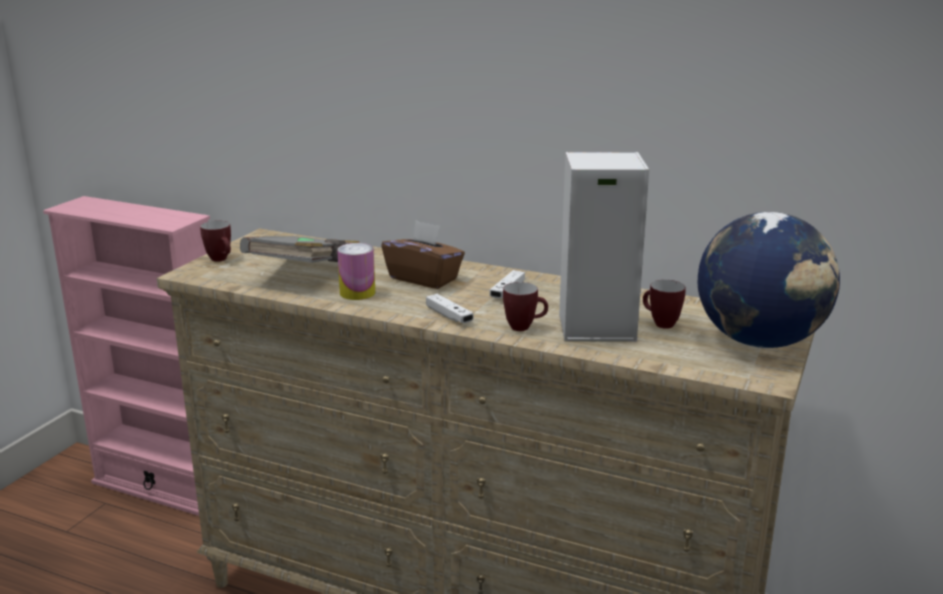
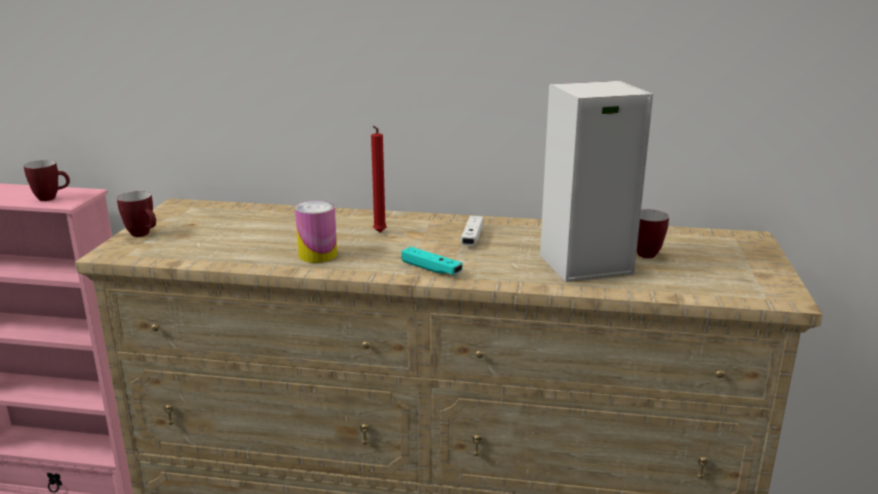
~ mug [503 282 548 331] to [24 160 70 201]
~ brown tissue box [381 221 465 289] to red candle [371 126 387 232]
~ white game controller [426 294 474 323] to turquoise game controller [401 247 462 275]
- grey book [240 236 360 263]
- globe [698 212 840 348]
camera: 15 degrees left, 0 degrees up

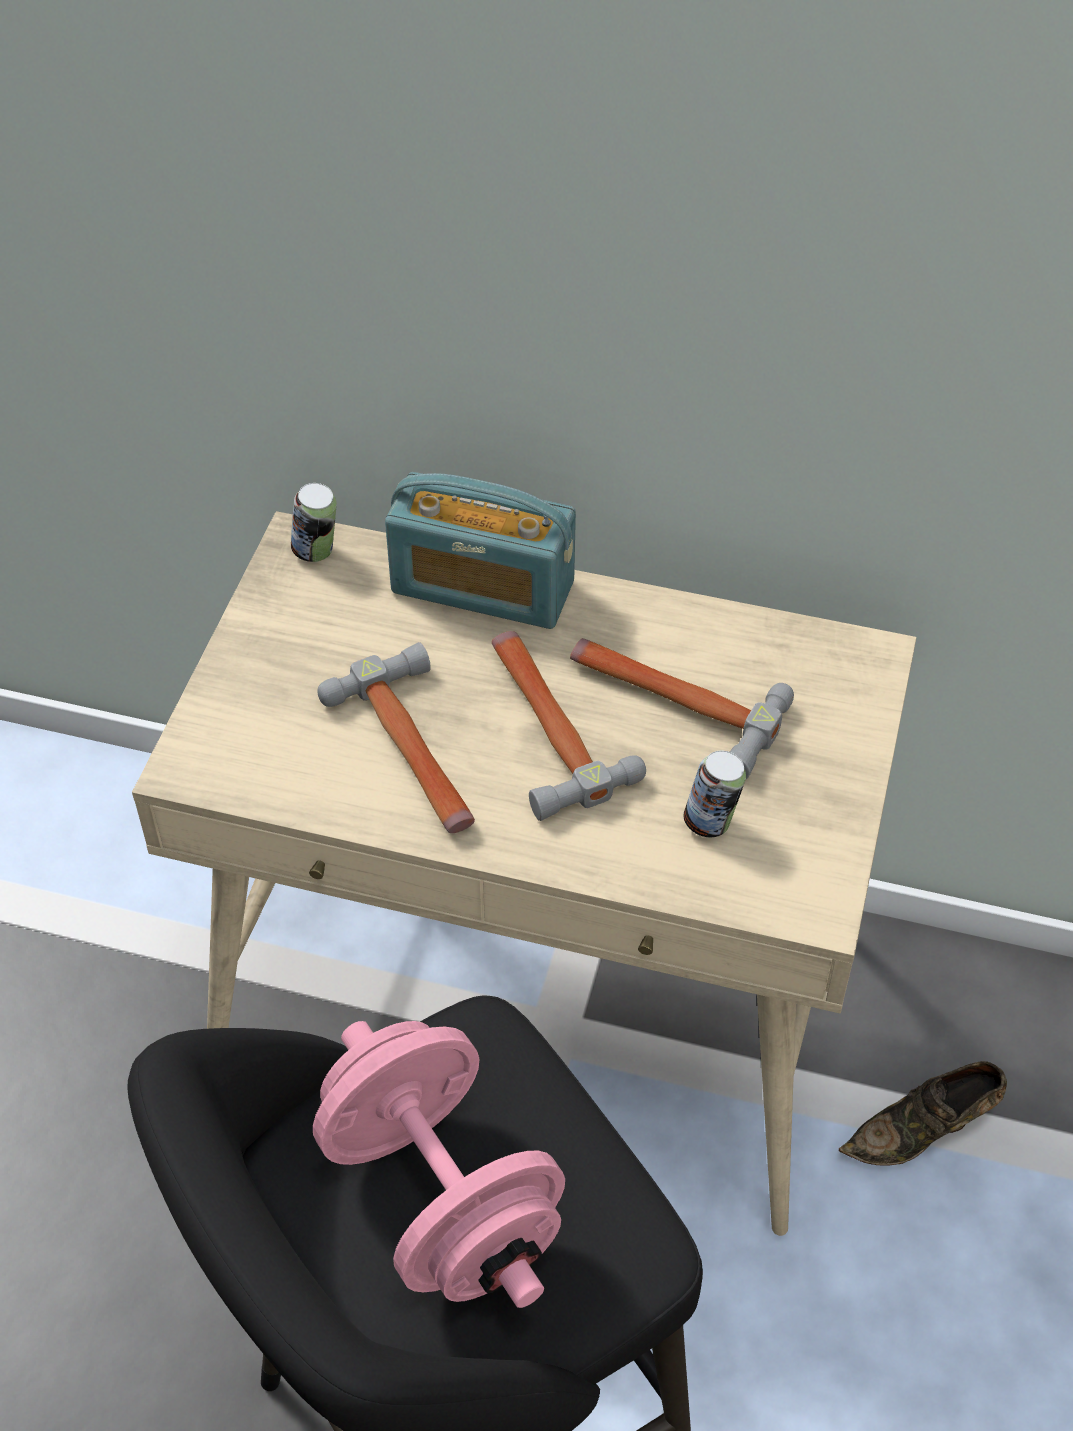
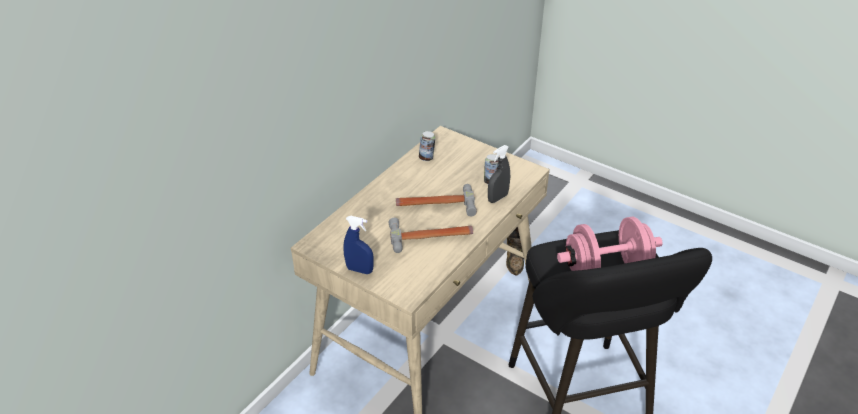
+ blue spray bottle [344 216 374 274]
~ can [291 483 337 562] to [419 131 435 161]
+ grey spray bottle [488 145 510 203]
- radio [385 472 576 629]
- hammer [570 638 794 779]
camera: 70 degrees left, 10 degrees down

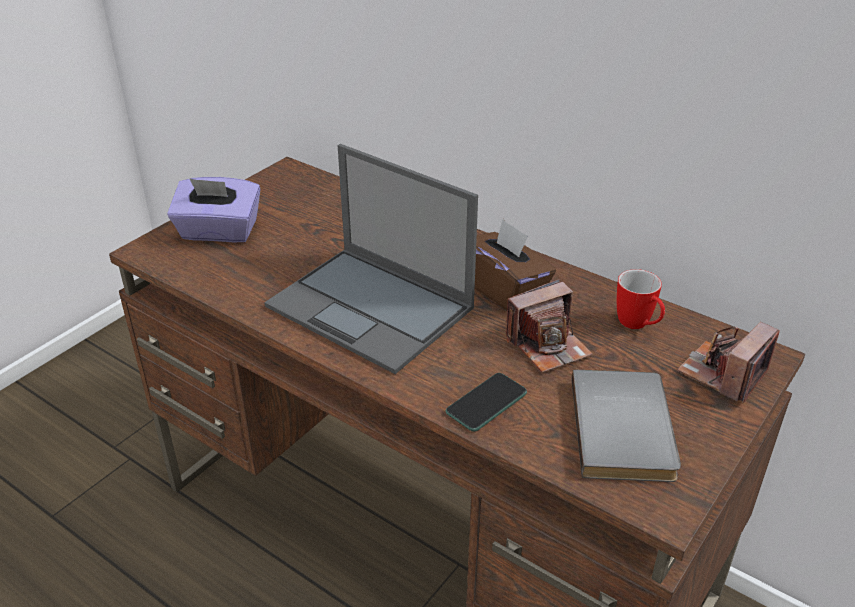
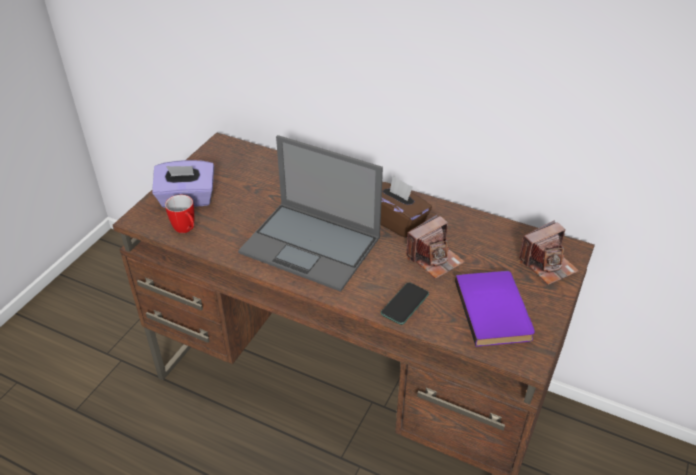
~ mug [617 269 665 329] to [165 195 194 233]
~ grey book [572 370 681 482] to purple book [455 271 535 347]
~ photo camera [677 322 780 404] = [519 221 579 285] 150 degrees counterclockwise
camera: 10 degrees left, 5 degrees up

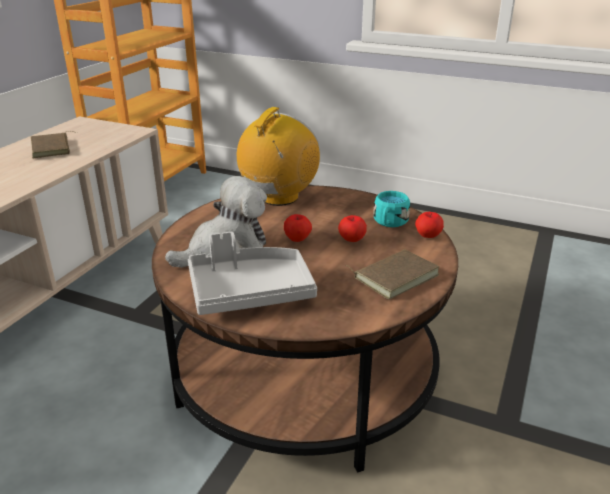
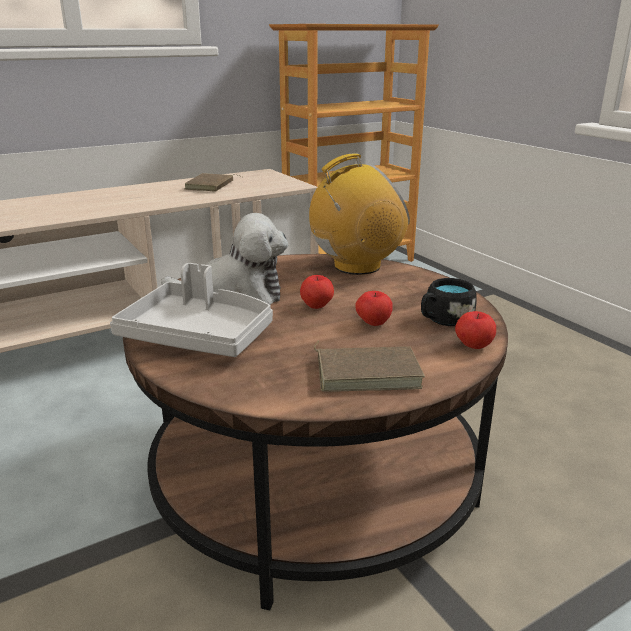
~ turquoise mug [373 191 410 227] to black mug [421 278 477 326]
camera: 35 degrees right, 5 degrees down

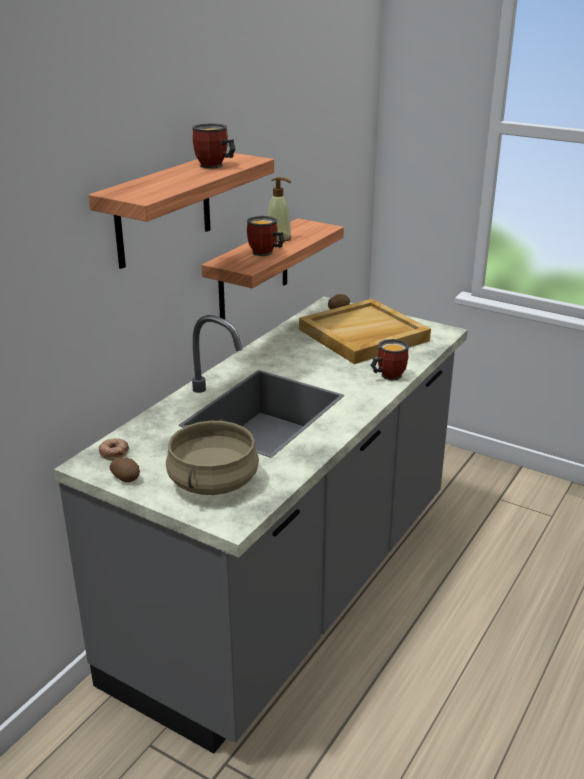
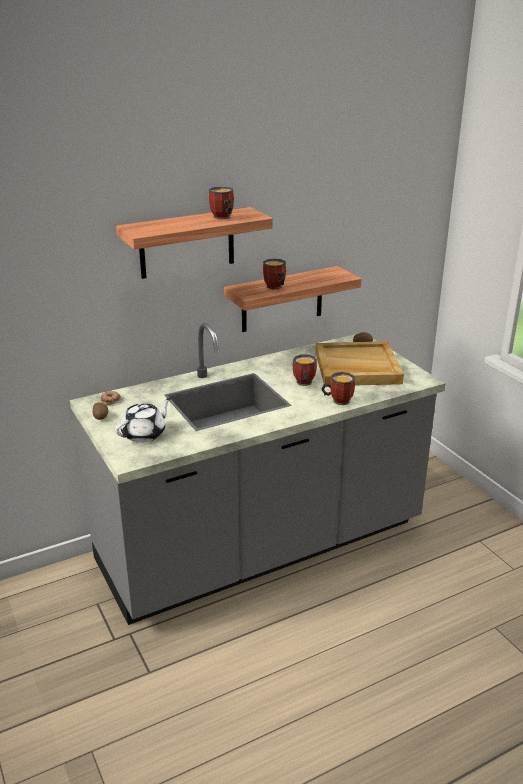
~ beige cooking pot [166 419 259 495] to white teapot [115 398 171 443]
+ mug [293 354 317 386]
- soap dispenser [267 177 292 242]
camera: 30 degrees right, 0 degrees up

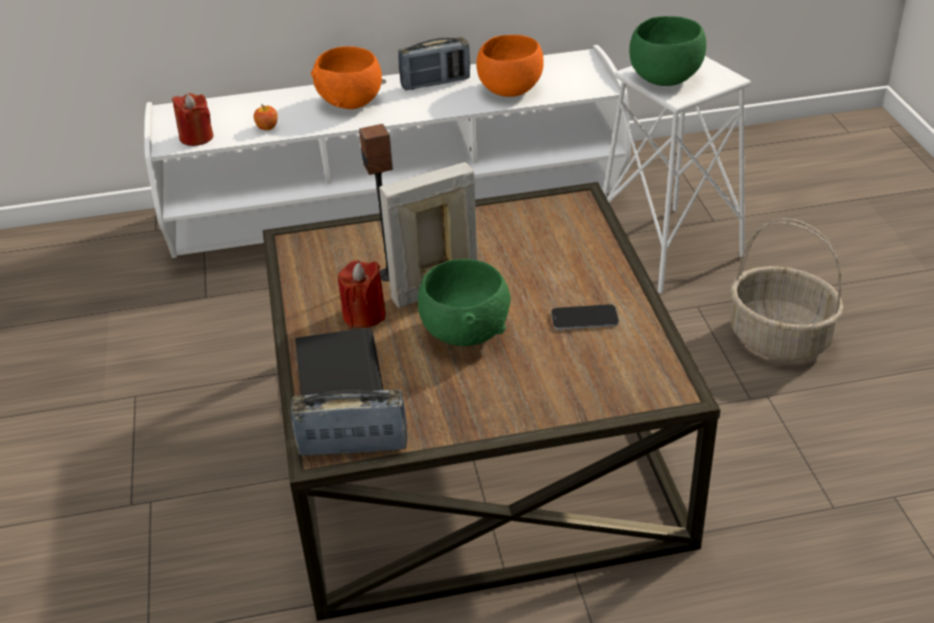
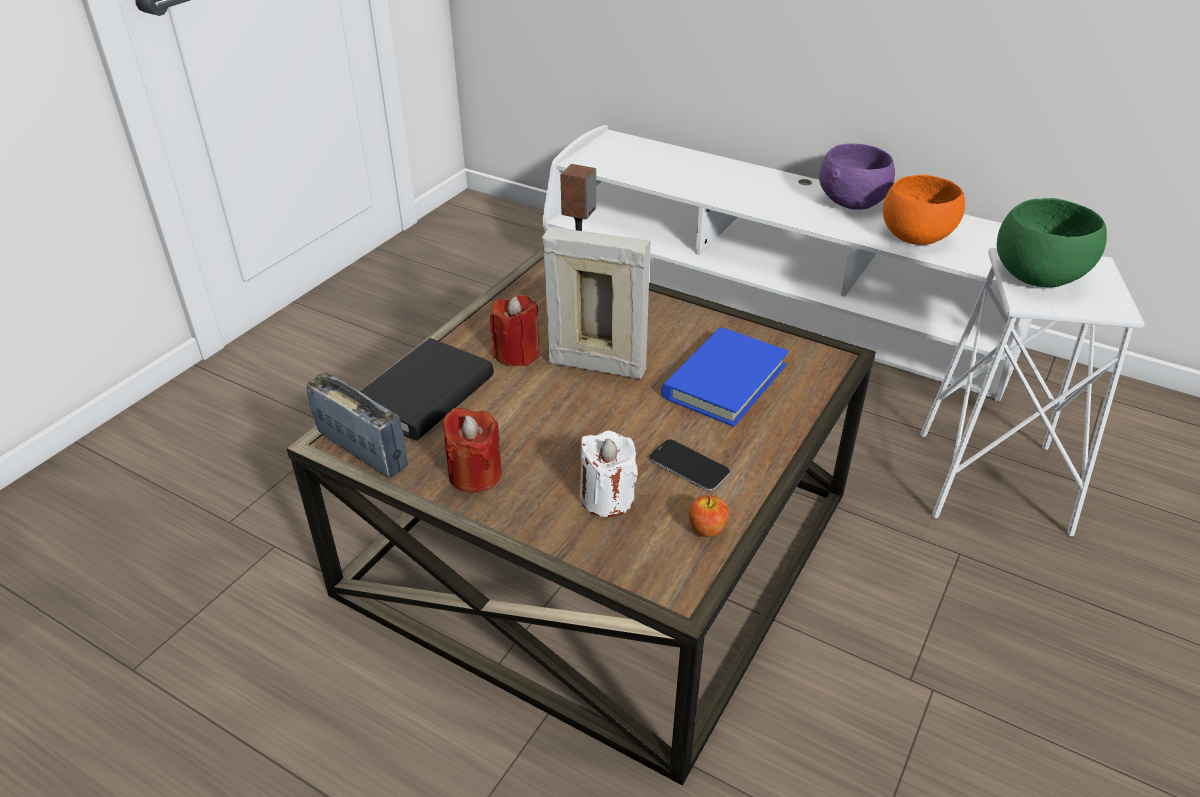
~ red candle [172 93 213 146] to [442 407 502 493]
+ white candle [580 431 638 517]
+ blue book [661 327 789 427]
~ apple [254 104 278 130] to [689 495 729 537]
~ radio [398 37 470 91] to purple bowl [819 143 895 210]
- orange bowl [311 46 382 109]
- green bowl [418 259 511 346]
- basket [730 218 844 361]
camera: 40 degrees right, 0 degrees up

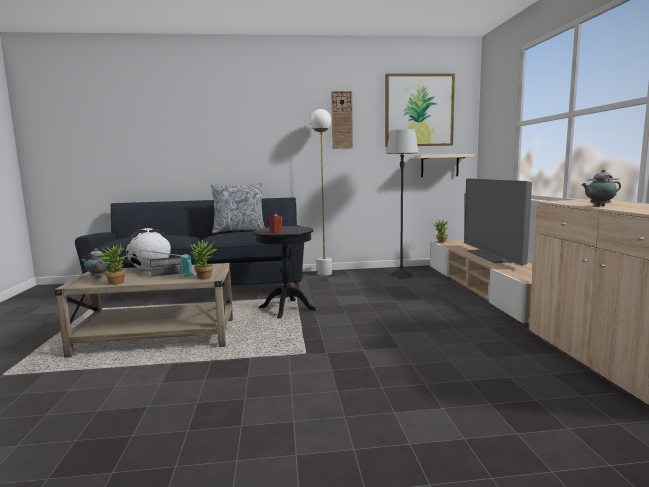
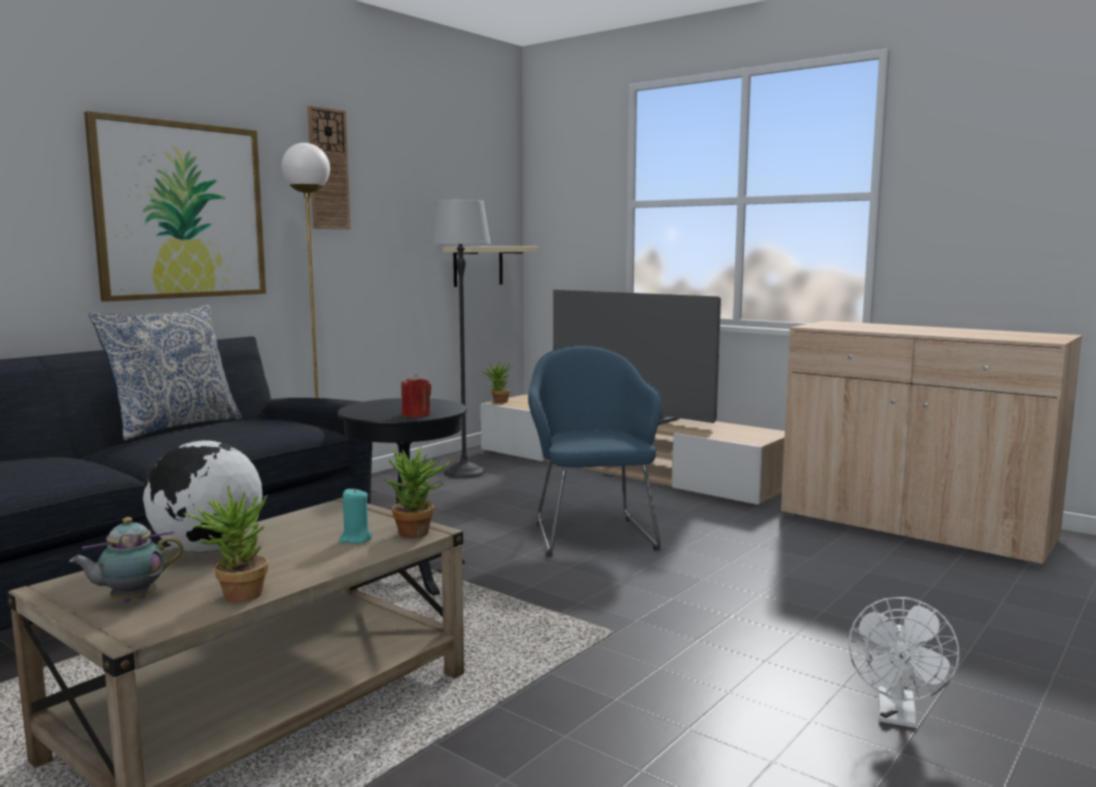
~ picture [385 73 455 147] to [84 111 266 302]
+ blue armchair [528 345 662 557]
+ white fan [848 597 960 728]
- radio [129 248 182 277]
- teapot [581 169 621 207]
camera: 45 degrees left, 0 degrees up

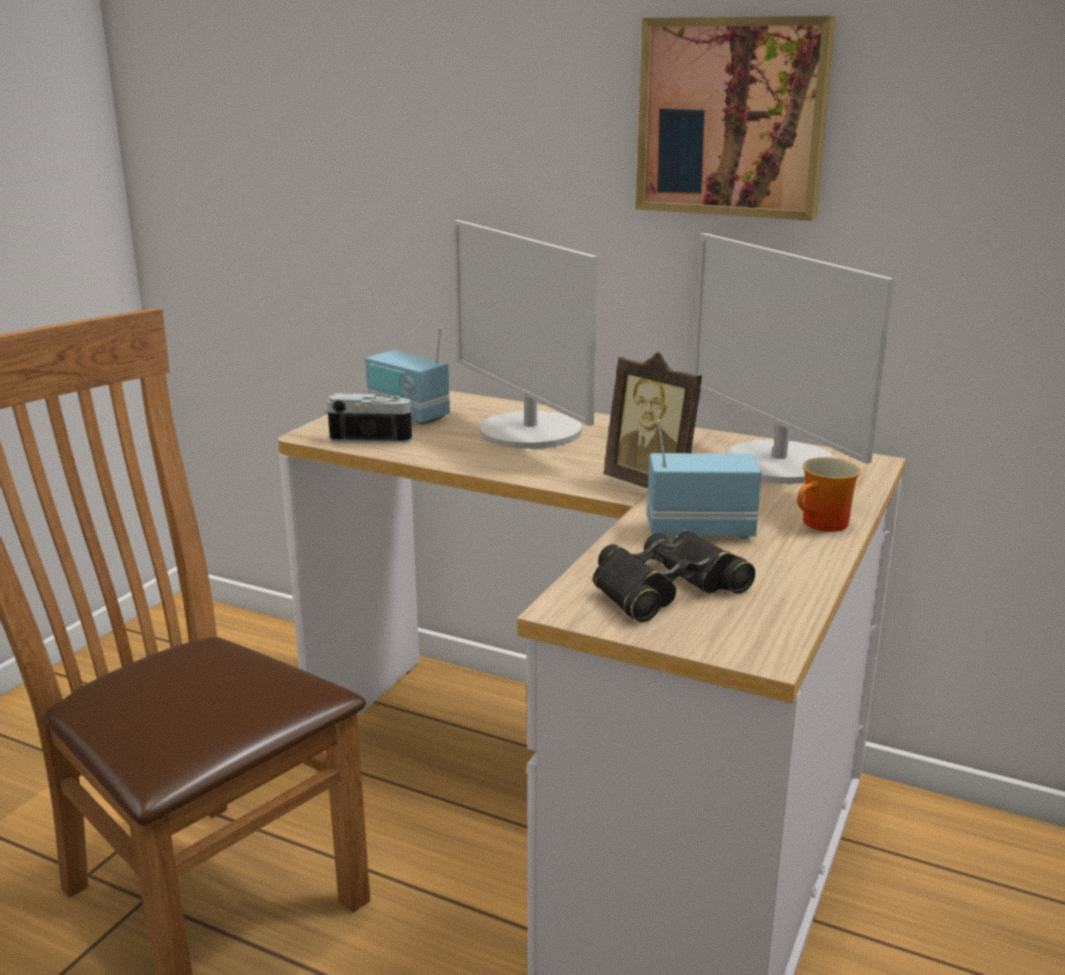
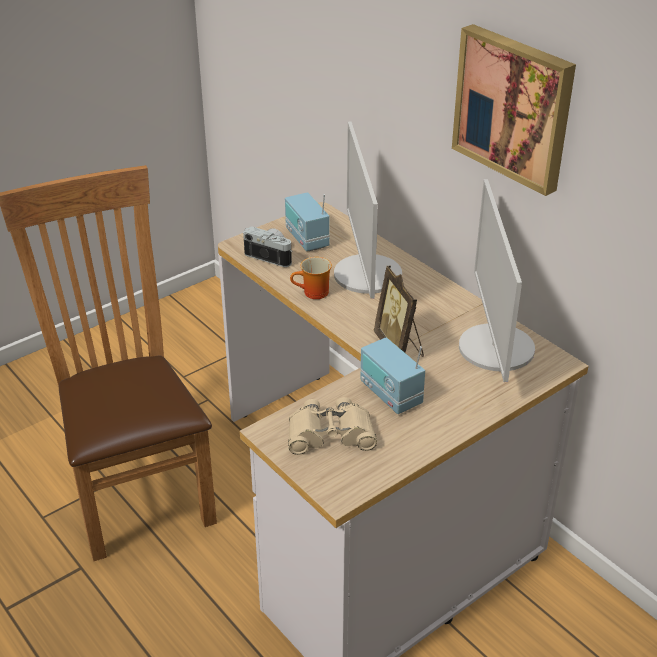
~ black binoculars [593 530 756 622] to beige binoculars [288 397 377 455]
~ mug [797 457 861 532] to [290 257 332 299]
~ radio [647 420 762 539] = [360 337 425 414] 150 degrees counterclockwise
camera: 25 degrees right, 15 degrees up

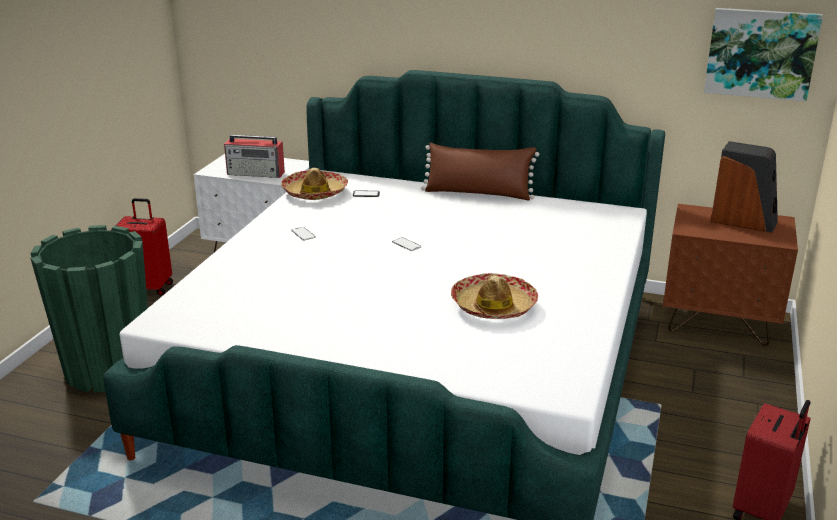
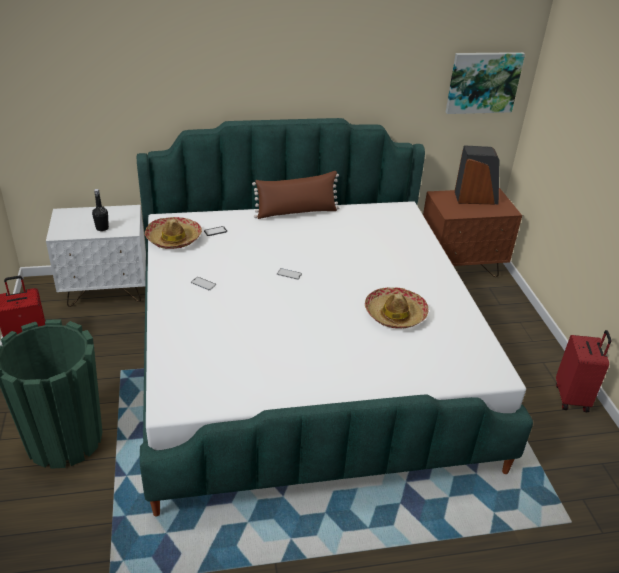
~ radio [224 135 285 178] to black bottle [92 189 109 231]
camera: 30 degrees left, 10 degrees up

